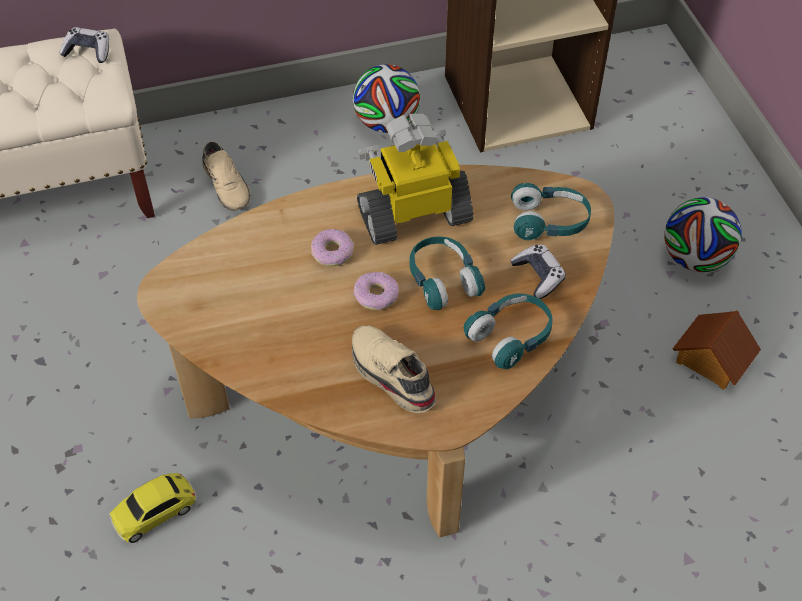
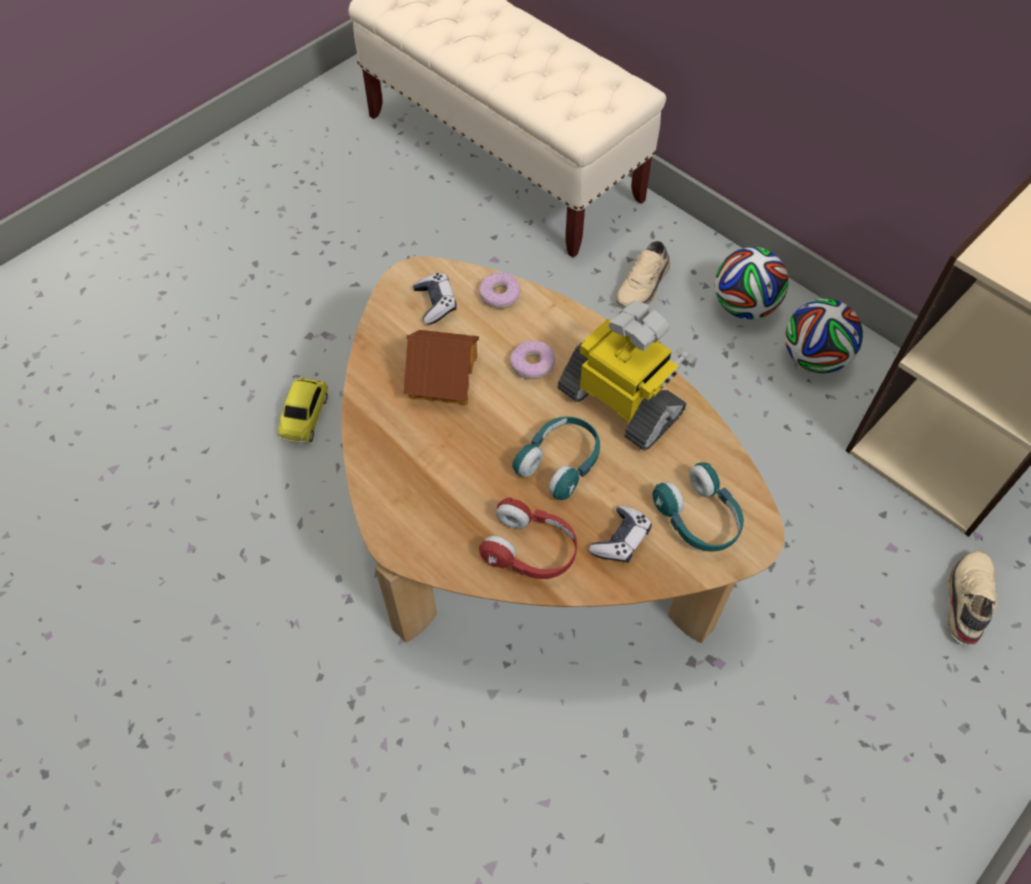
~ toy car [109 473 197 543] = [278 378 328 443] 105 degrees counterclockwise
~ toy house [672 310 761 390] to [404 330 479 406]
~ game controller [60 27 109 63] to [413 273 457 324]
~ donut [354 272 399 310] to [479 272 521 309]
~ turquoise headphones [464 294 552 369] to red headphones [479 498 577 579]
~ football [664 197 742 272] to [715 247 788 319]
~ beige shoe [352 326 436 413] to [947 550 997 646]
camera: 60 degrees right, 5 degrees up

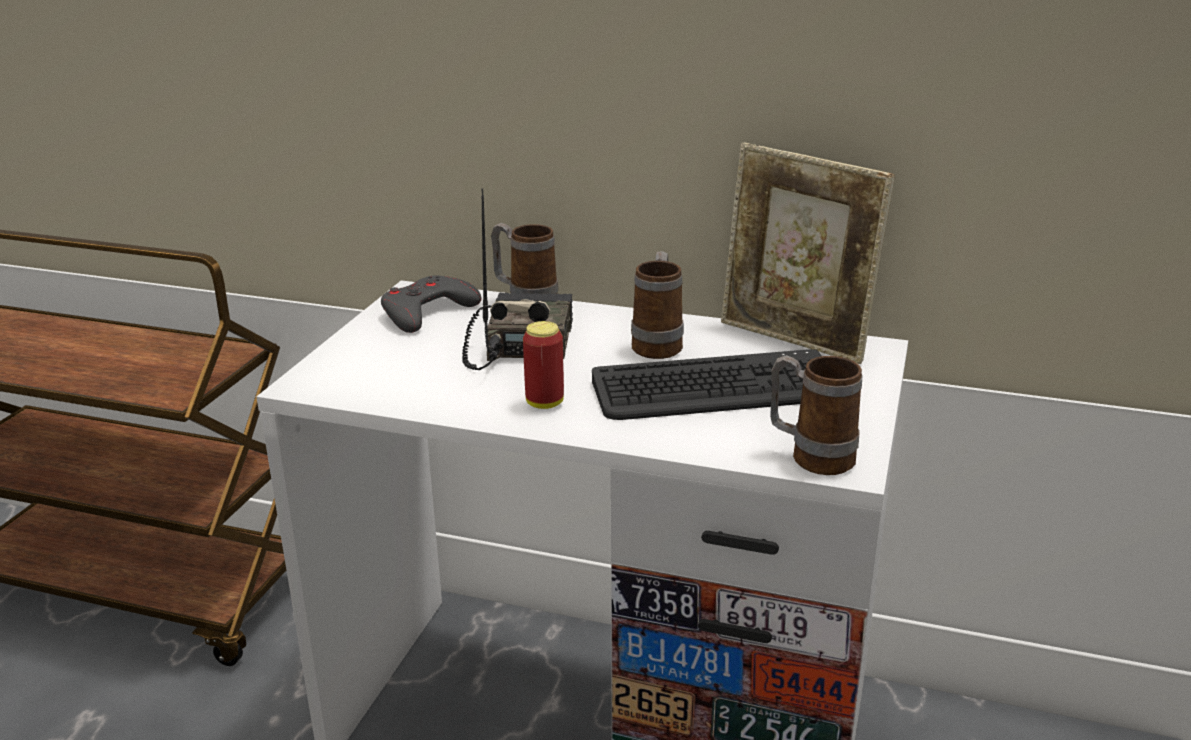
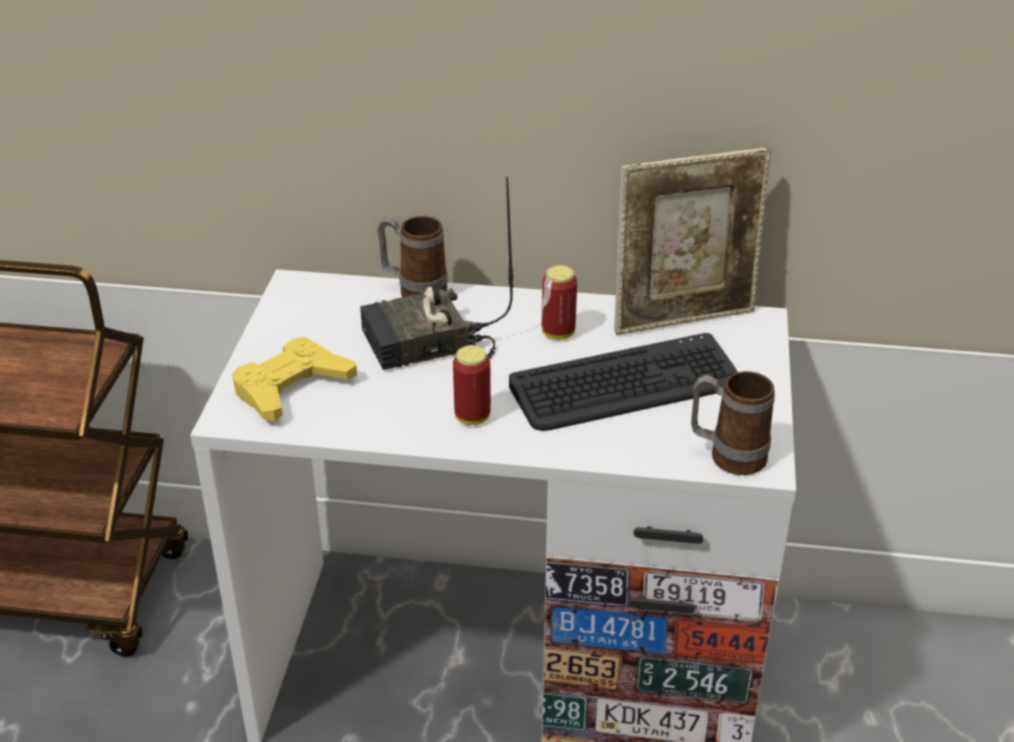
+ yellow game controller [232 337 357 421]
~ radio [462 189 573 370] = [360 176 513 370] 105 degrees counterclockwise
~ mug [631 251 684 359] to can [542 265 577 340]
~ picture frame [721 143 895 364] = [614 147 771 335] 45 degrees counterclockwise
- grey game controller [381 275 482 333]
camera: 10 degrees left, 10 degrees up

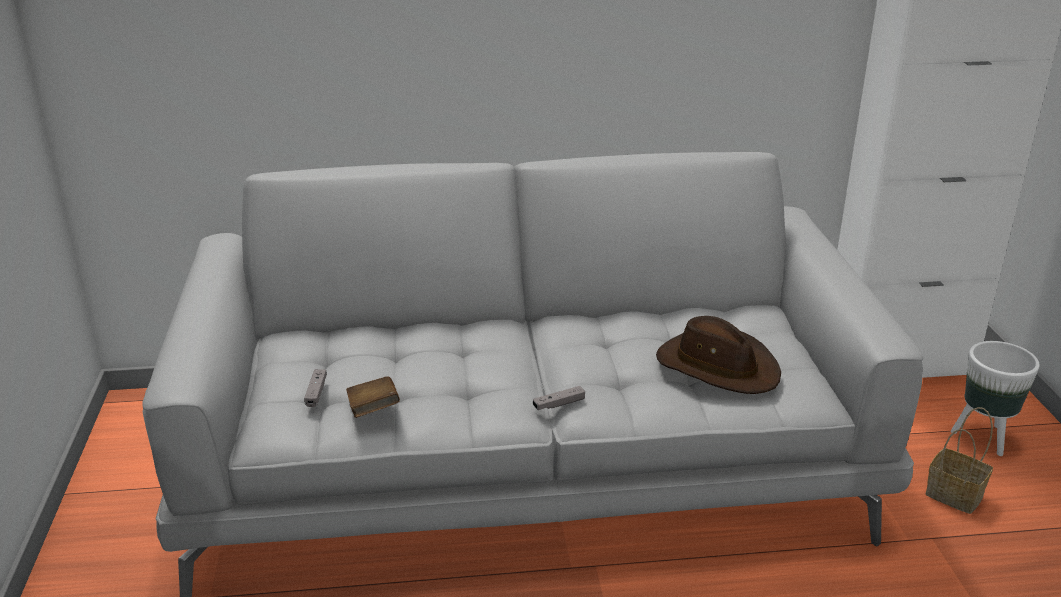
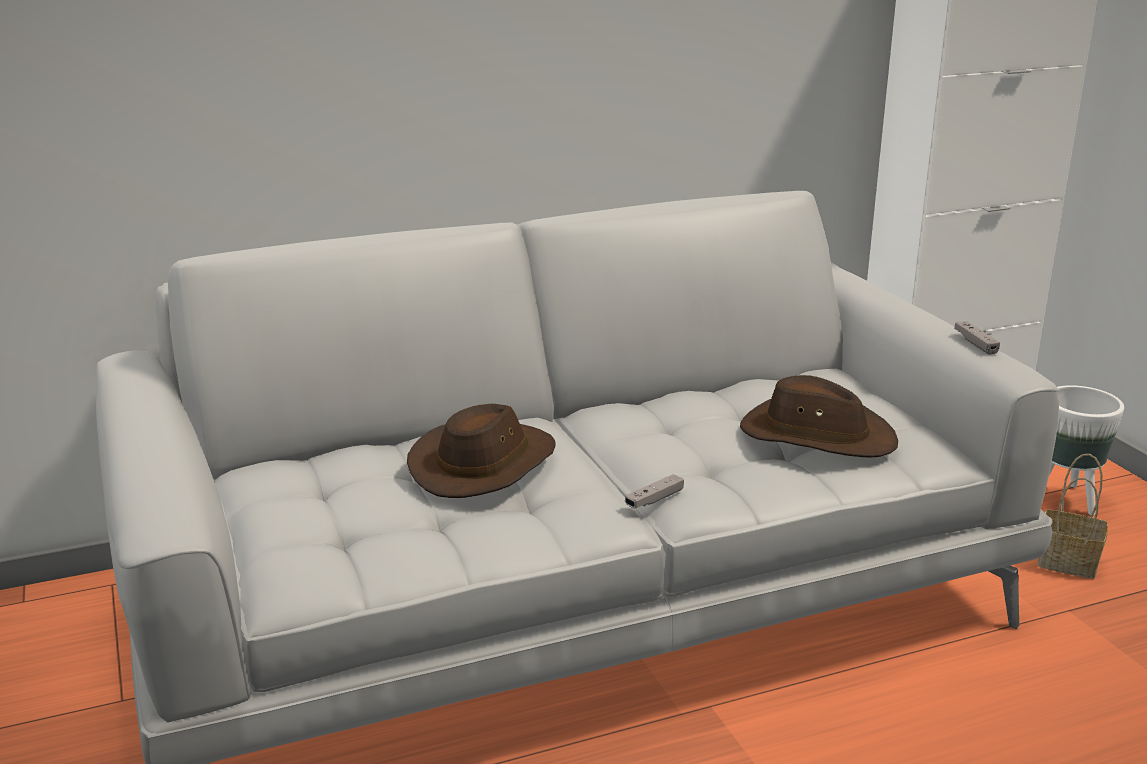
+ brown hat [407 403 556 498]
~ grey game controller [304 369 327 407] to [954 321 1000 355]
- brown book [346 376 400 418]
camera: 15 degrees left, 5 degrees down

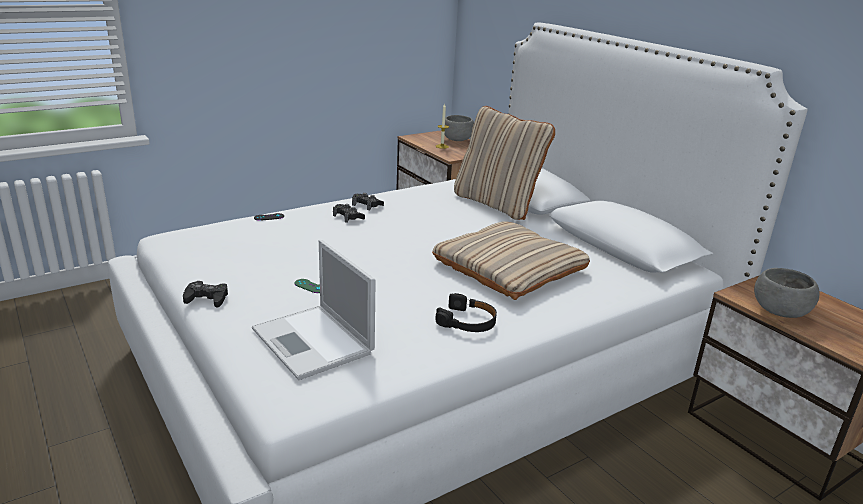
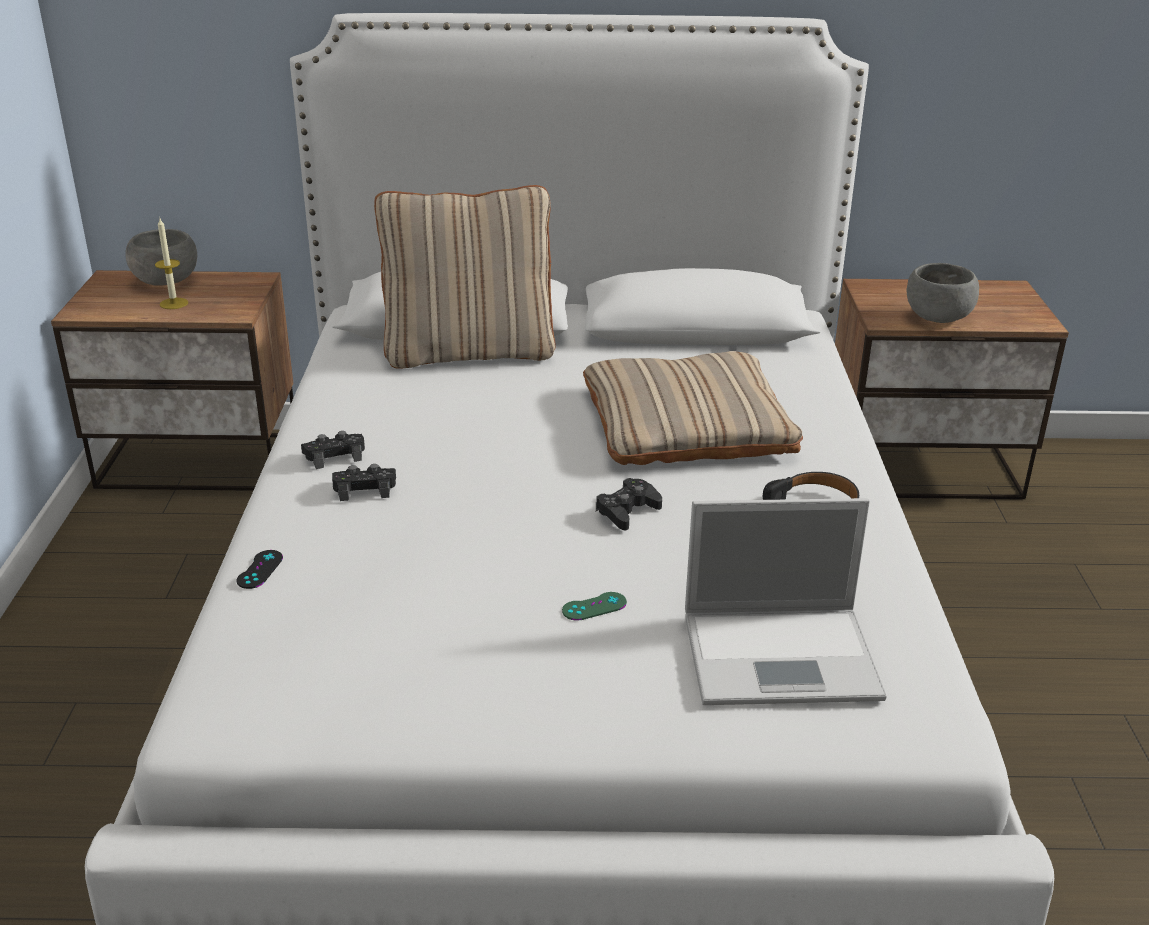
~ black game controller [183 281 228 308] to [596 478 662 530]
camera: 55 degrees left, 5 degrees up

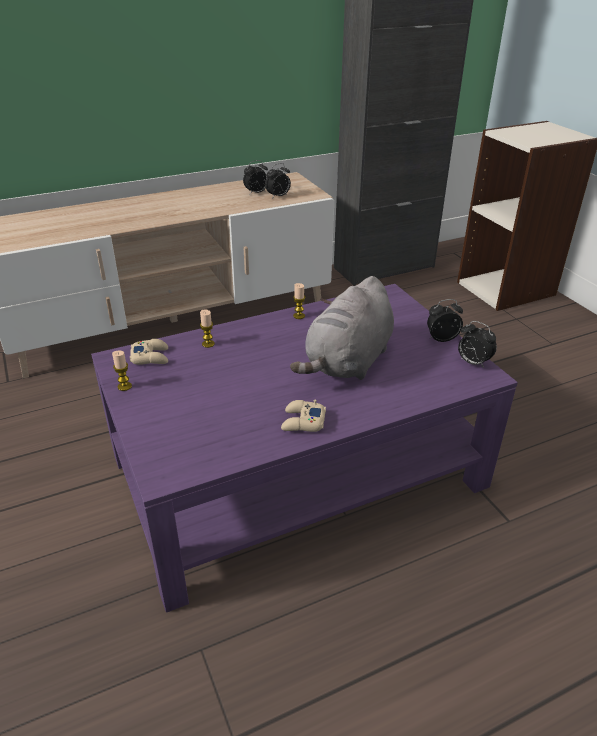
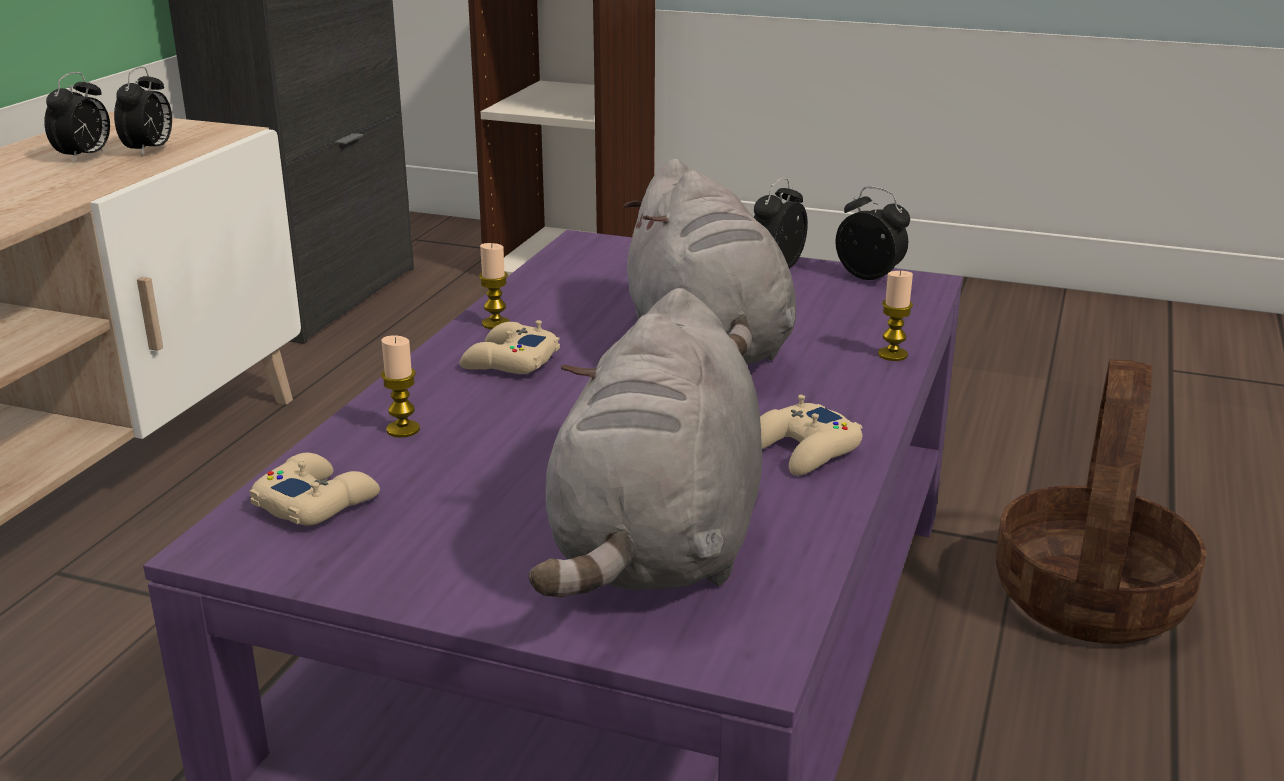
+ beige game controller [460 320 560 374]
+ grey plush toy [529 288 762 598]
~ alarm clock [458 321 497 368] = [836 186 910 280] 135 degrees counterclockwise
~ candle [112 350 132 391] to [878 271 913 361]
+ basket [996 359 1207 644]
camera: 45 degrees left, 10 degrees down

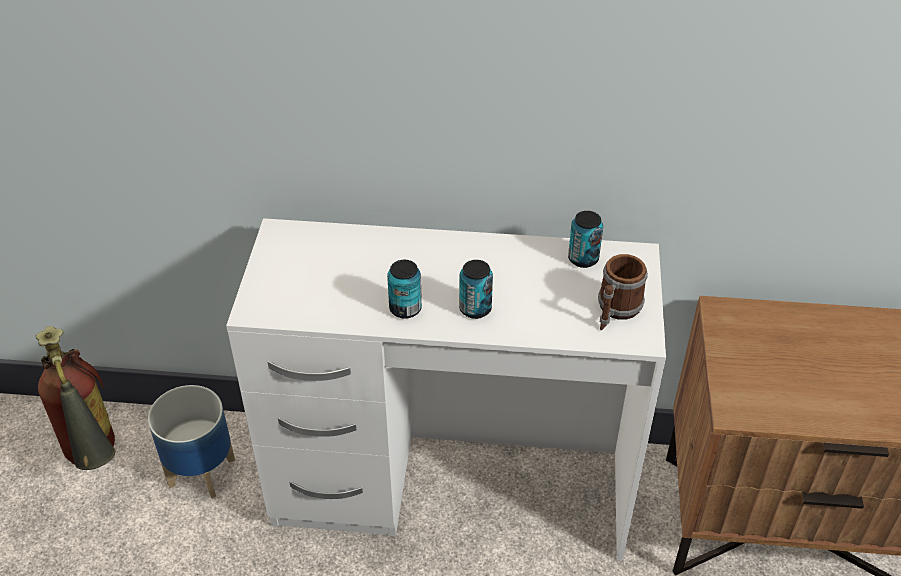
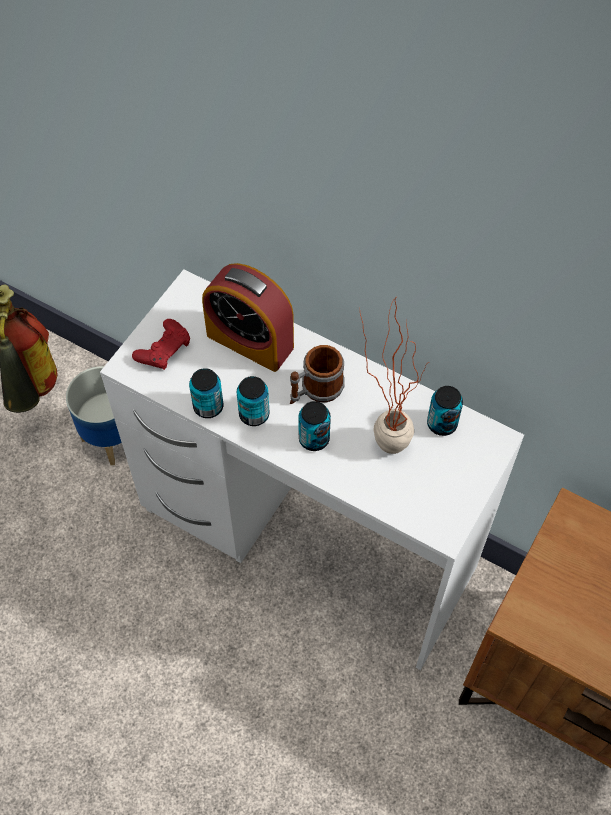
+ red game controller [132 319 190 370]
+ can [189 368 224 418]
+ alarm clock [202 263 294 372]
~ mug [598 254 648 330] to [290 345 345 404]
+ potted plant [360 297 429 454]
camera: 25 degrees right, 15 degrees up

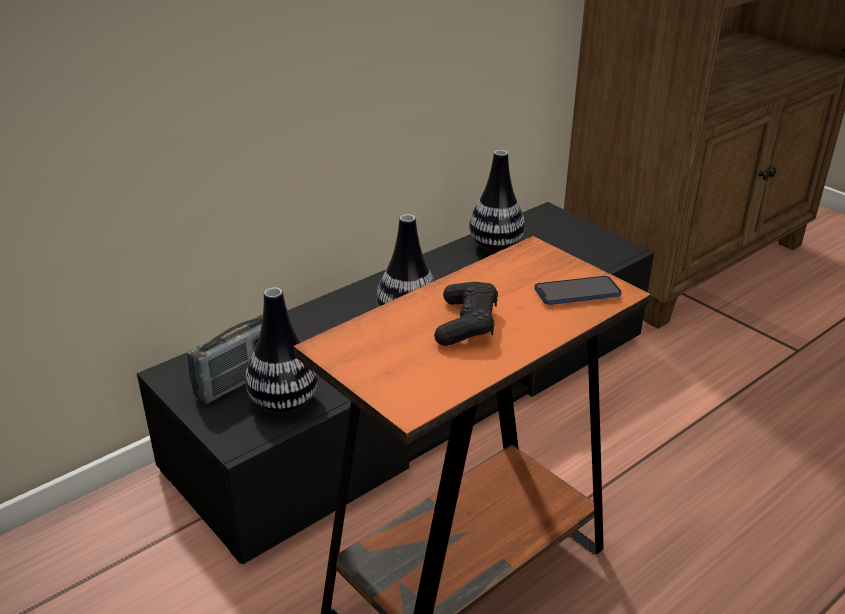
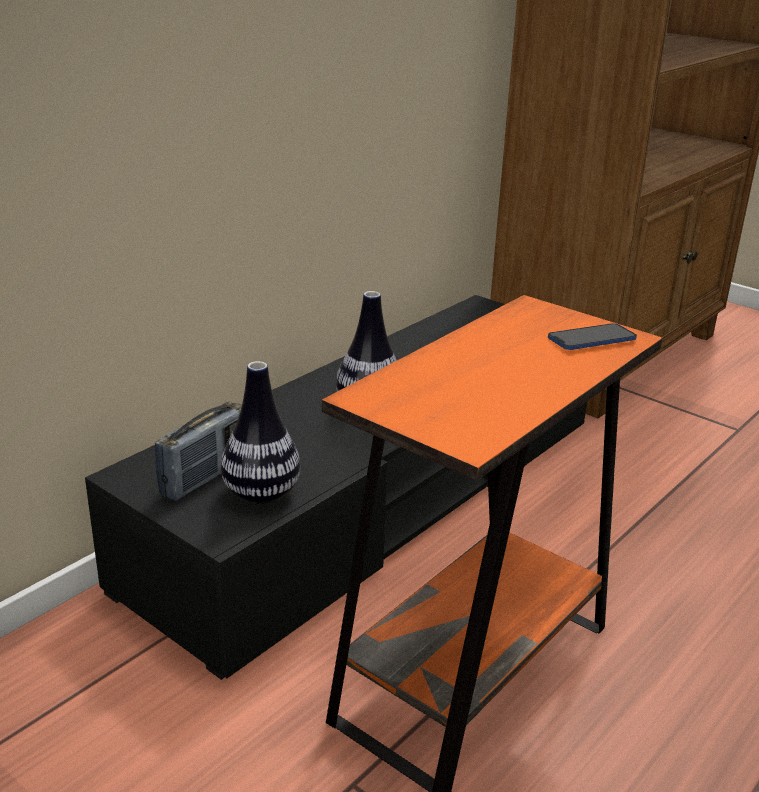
- black game controller [434 282 498 346]
- vase [469 150 525 252]
camera: 10 degrees left, 5 degrees down

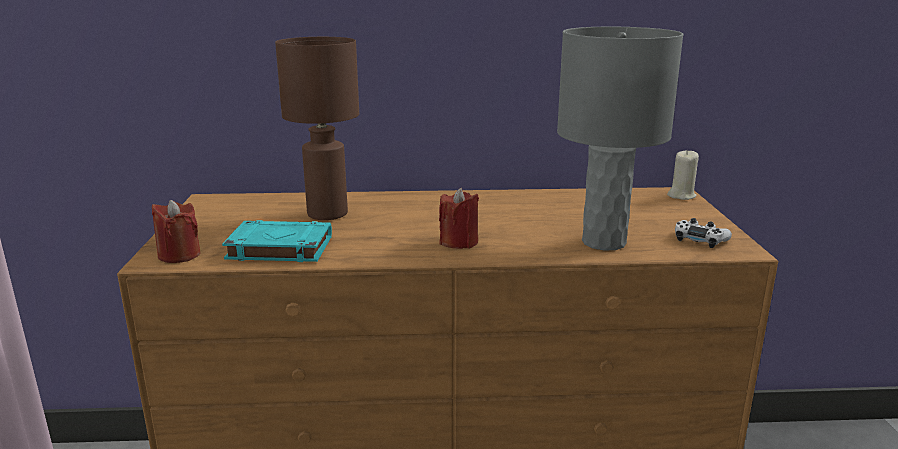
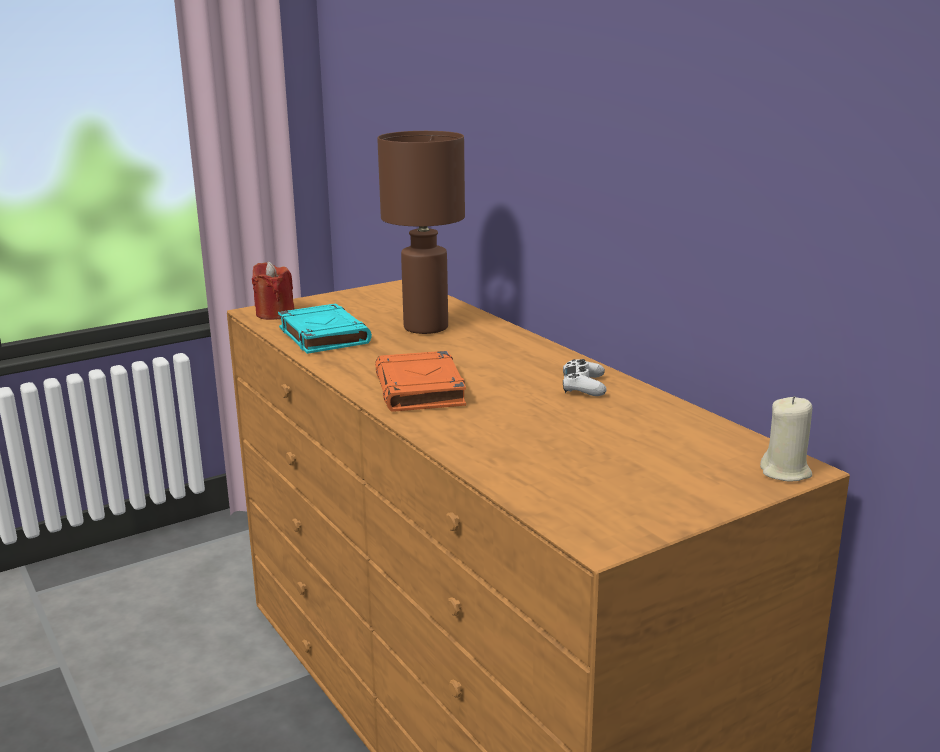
~ red candle [439 188 479 249] to orange book [375 351 466 412]
~ white game controller [675 218 732 248] to [563 359 607 396]
- grey table lamp [557 27 684 251]
camera: 60 degrees right, 0 degrees up

